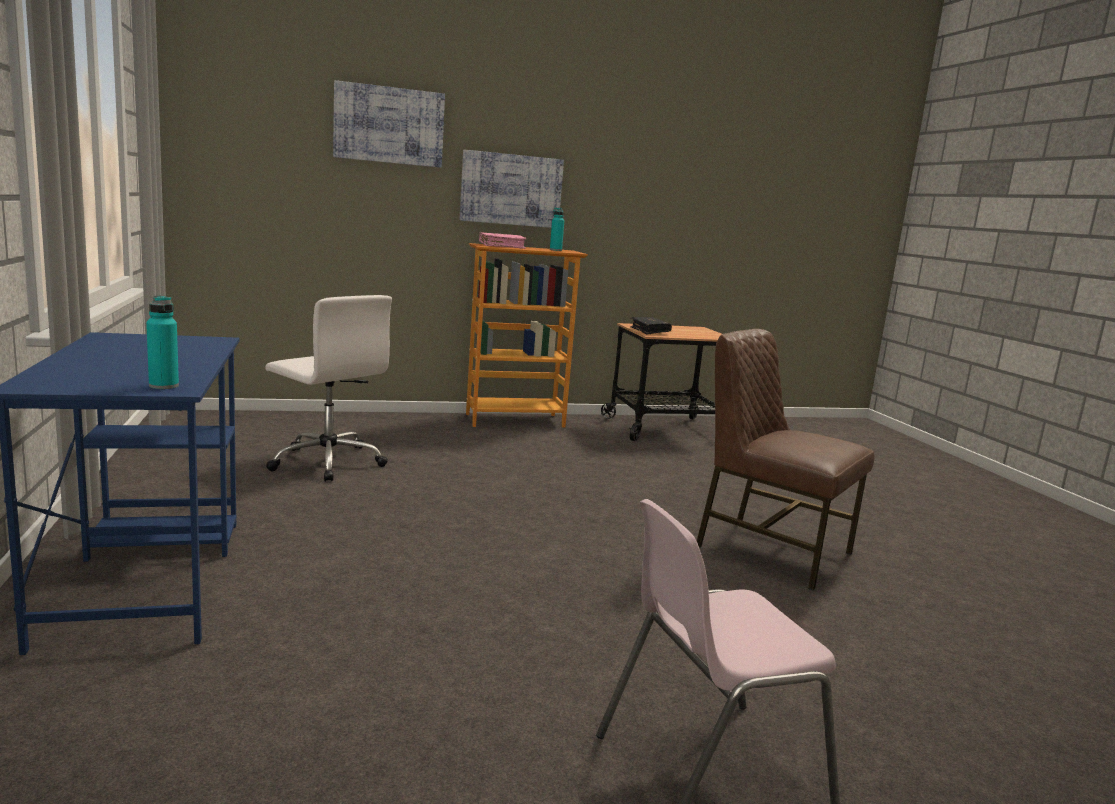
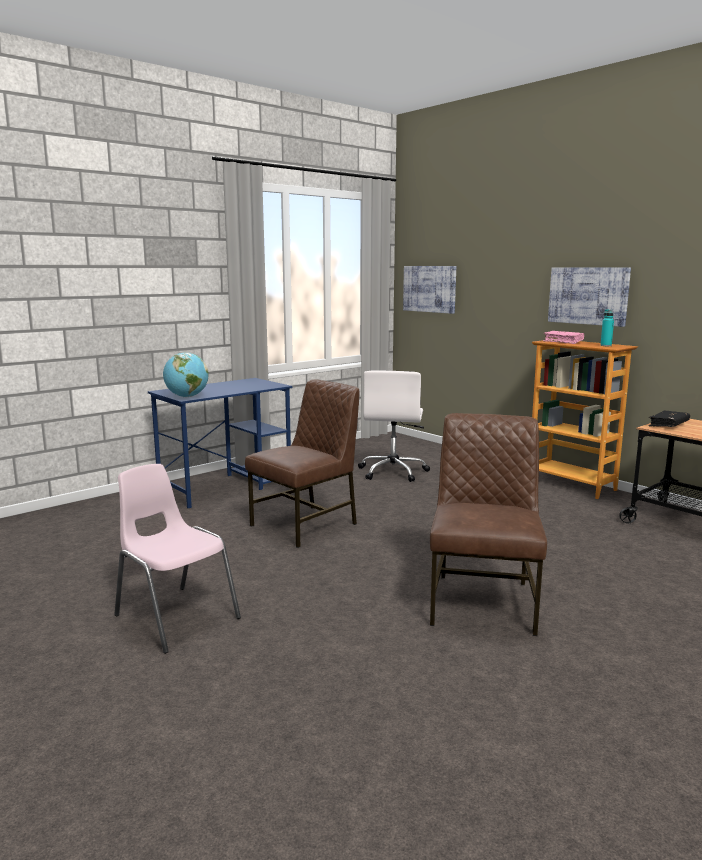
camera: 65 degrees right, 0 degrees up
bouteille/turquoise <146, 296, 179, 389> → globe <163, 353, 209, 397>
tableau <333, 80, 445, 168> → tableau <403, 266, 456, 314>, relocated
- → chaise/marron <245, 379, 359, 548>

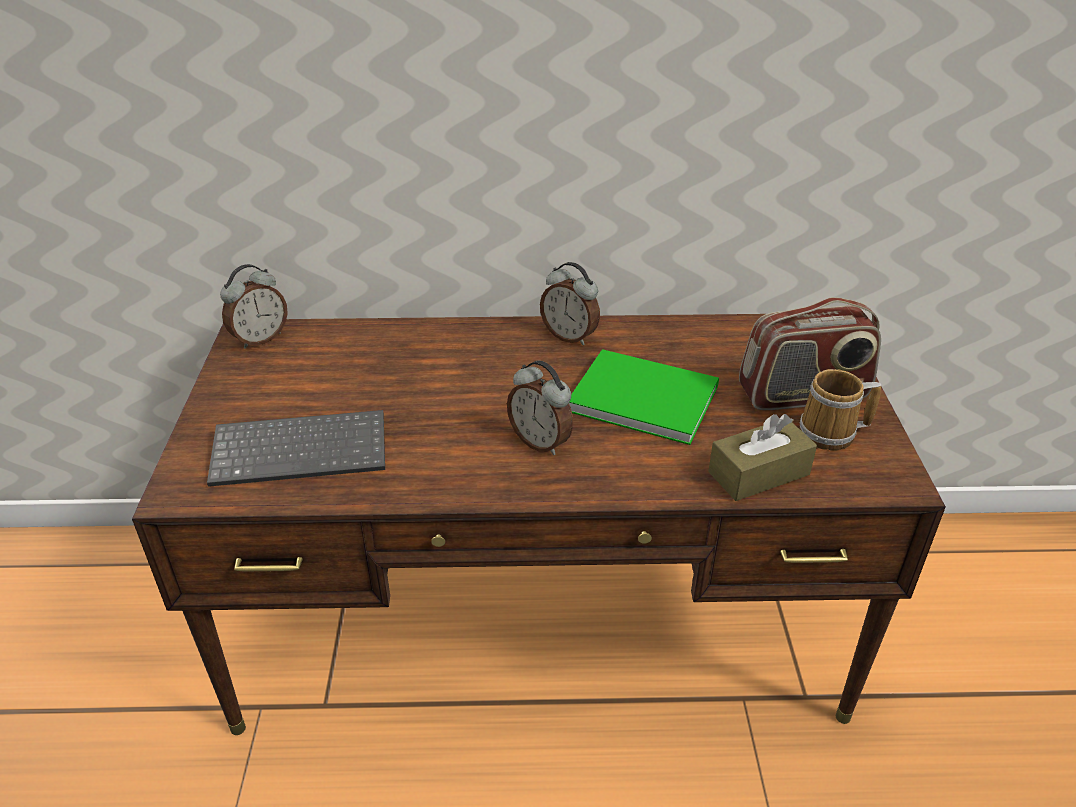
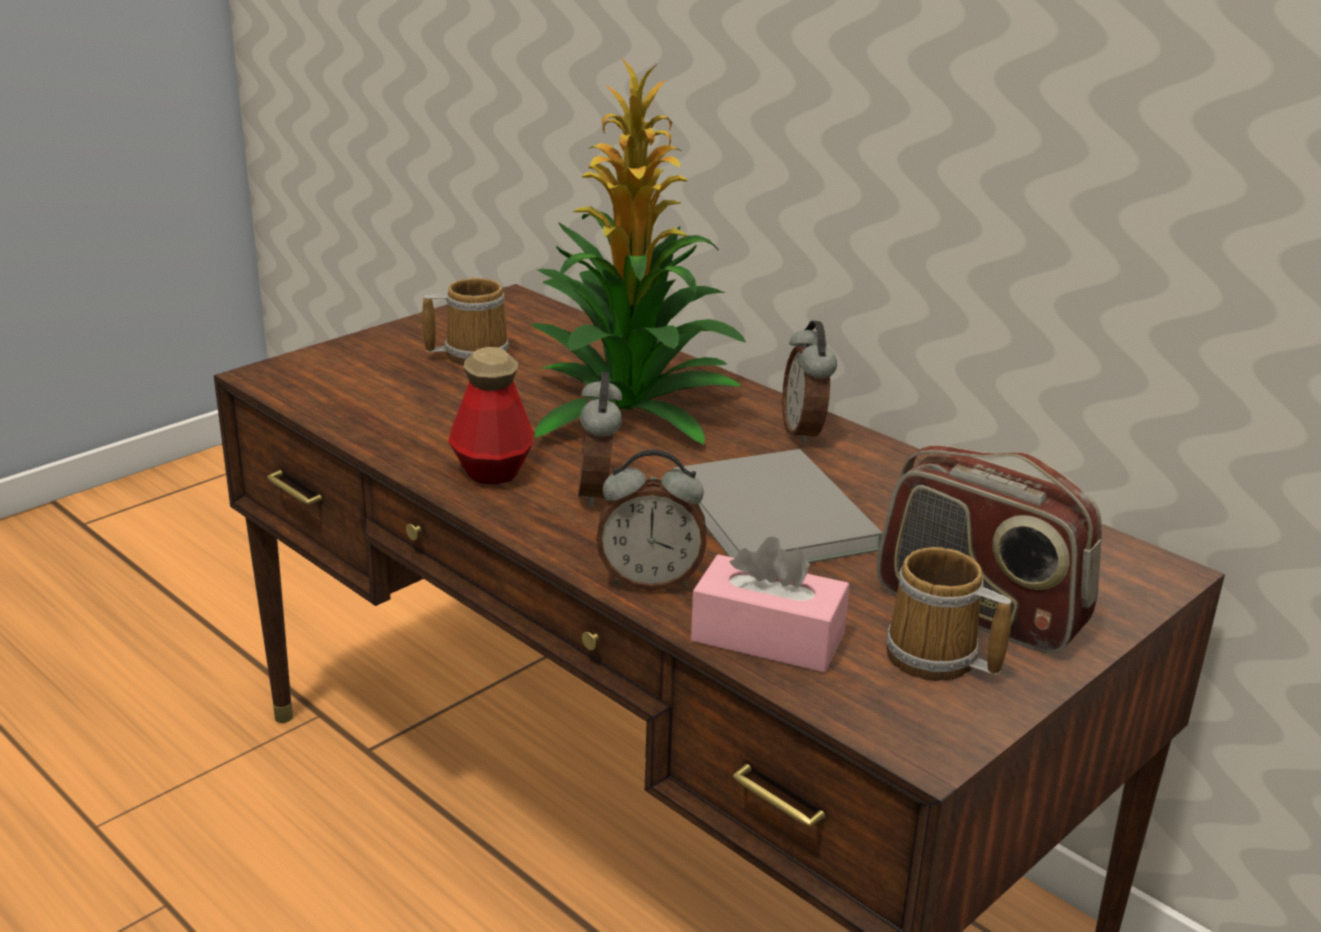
camera: 45 degrees right, 10 degrees down
clavier <207, 410, 385, 487> → -
réveil <220, 264, 288, 349> → réveil <596, 450, 706, 591>, relocated
livre/vert <569, 349, 719, 445> → livre/gris <673, 449, 882, 563>
boîte à mouchoirs/marron <708, 414, 817, 501> → boîte à mouchoirs/rose <691, 537, 849, 672>
- → mug <422, 278, 509, 366>
- → bouteille <448, 347, 534, 484>
- → plante en pot <531, 57, 746, 444>

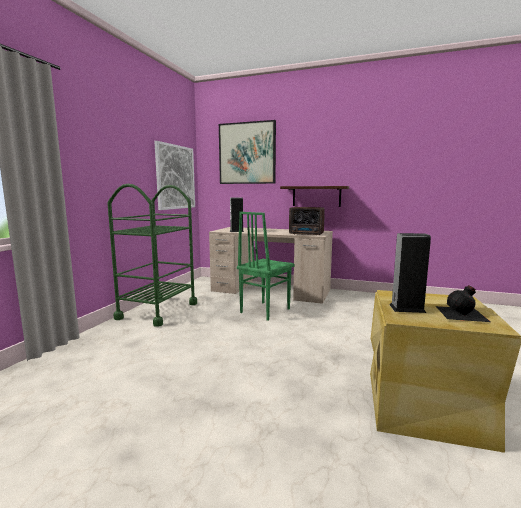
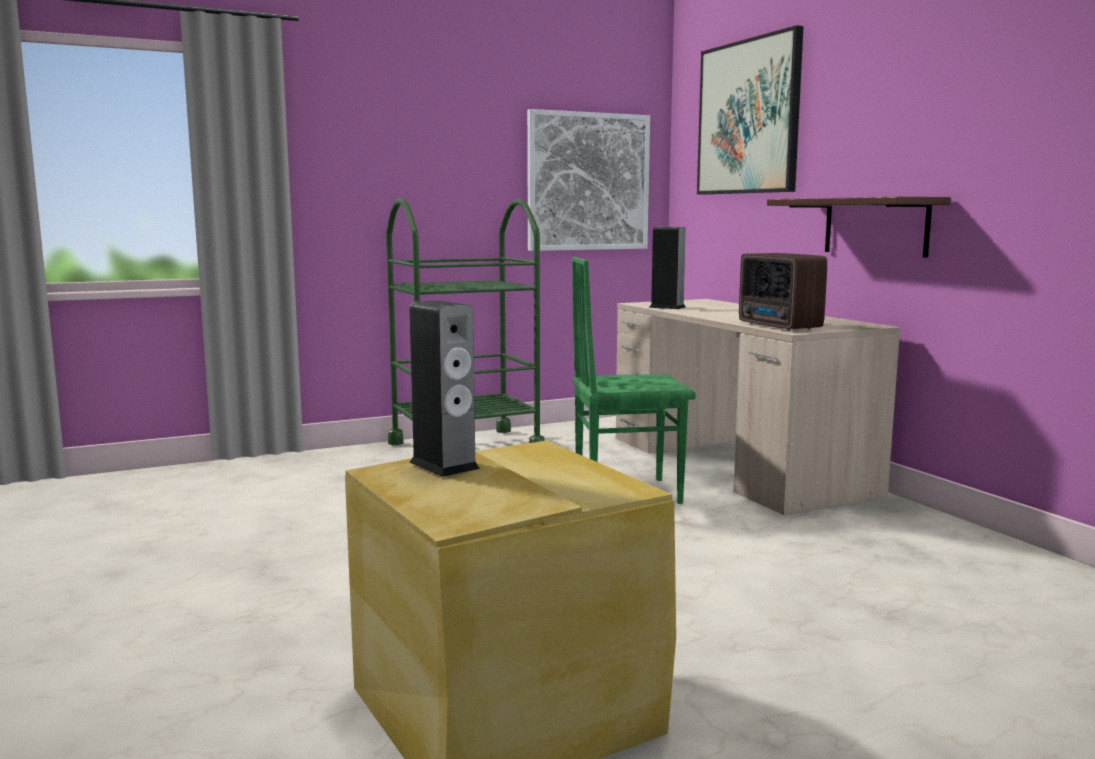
camera: 45 degrees right, 0 degrees up
bouteille/noir <436, 285, 491, 322> → -

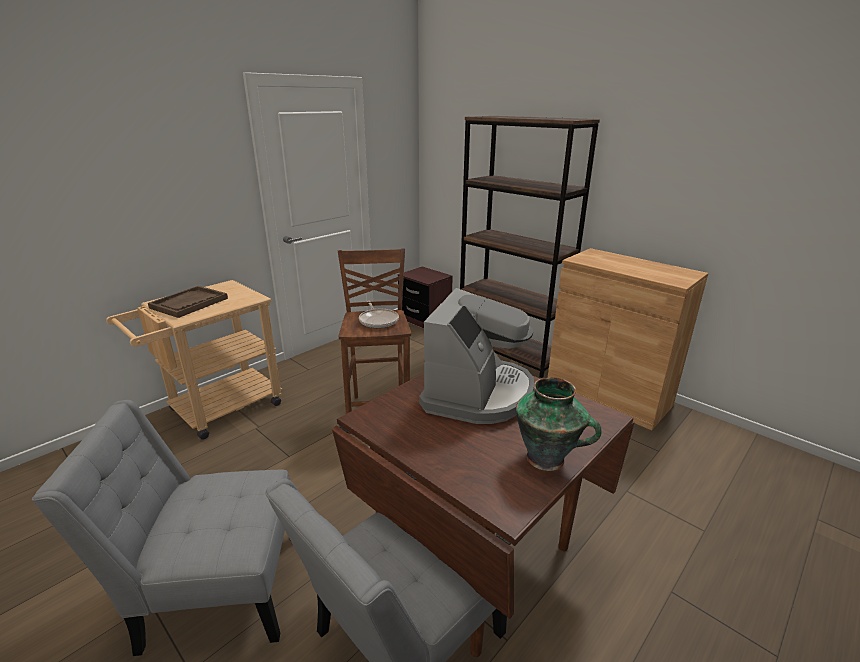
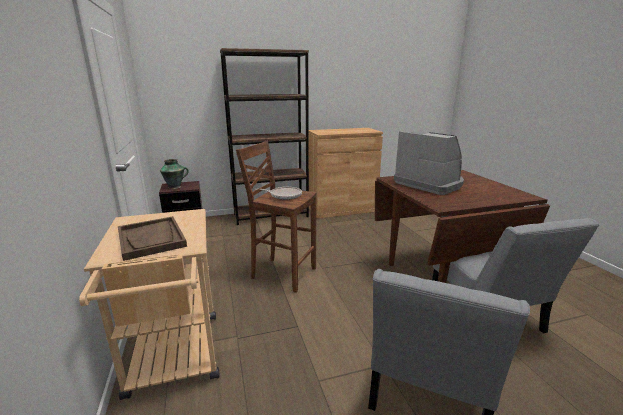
camera: 60 degrees left, 5 degrees down
vase <516, 377, 602, 471> → vase <160, 159, 189, 189>, relocated

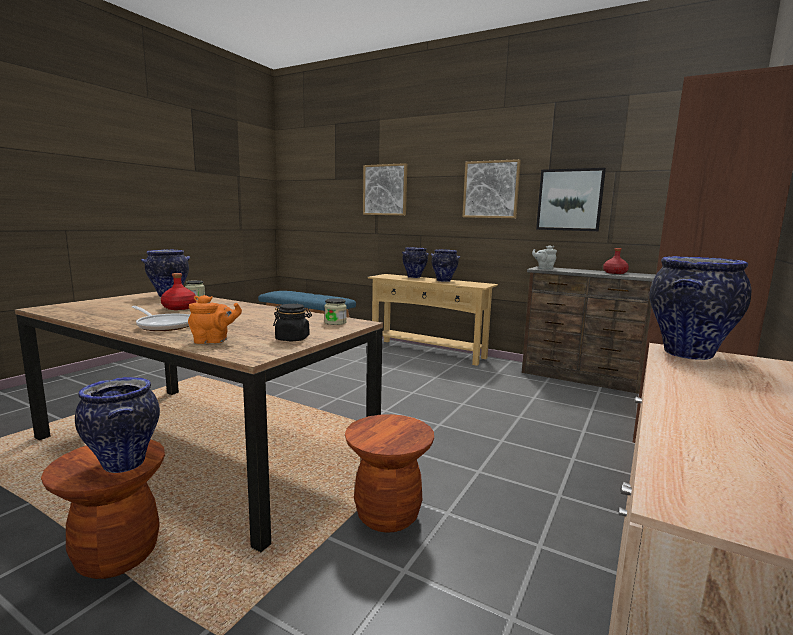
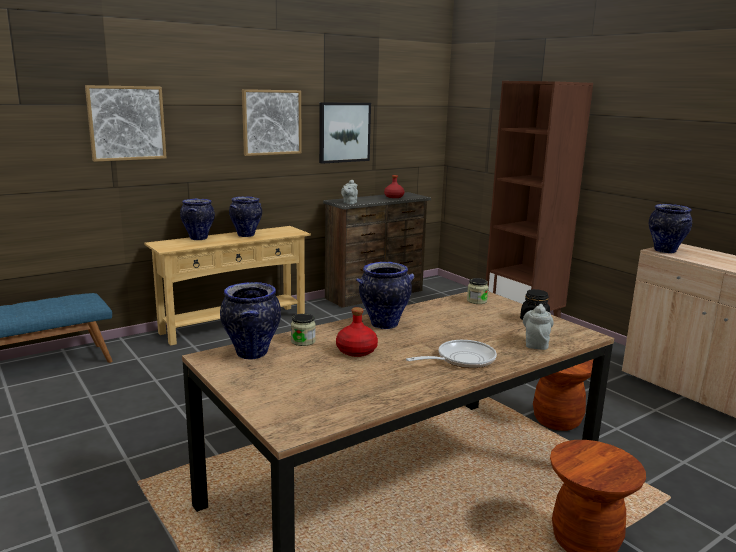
camera: 65 degrees left, 5 degrees up
vase <75, 377, 160, 473> → vase <356, 262, 414, 329>, relocated
théière/orange <188, 295, 242, 344> → théière/gris <523, 304, 554, 350>

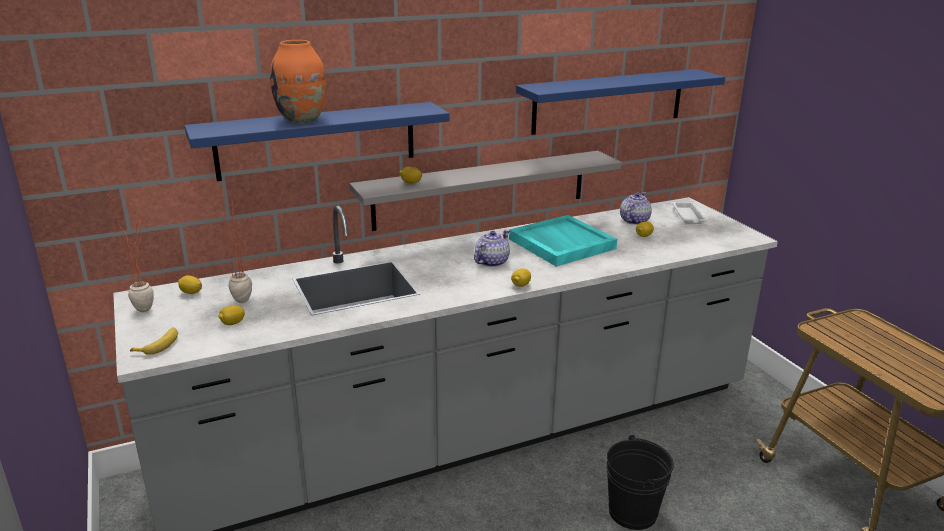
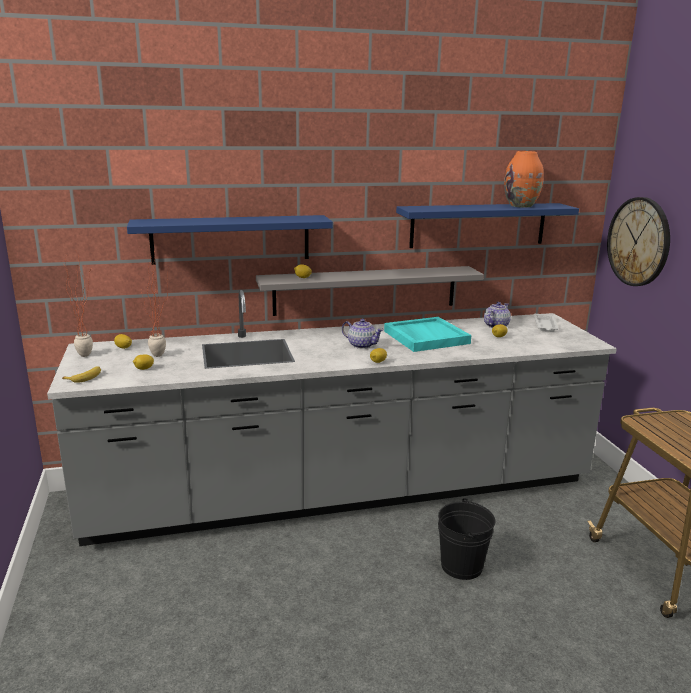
camera: 10 degrees right, 5 degrees down
vase/orange <270, 40, 327, 123> → vase/orange <504, 151, 544, 208>, relocated
théière <474, 230, 510, 267> → théière <342, 319, 383, 349>, 75 degrees clockwise
- → horloge murale <607, 197, 670, 286>

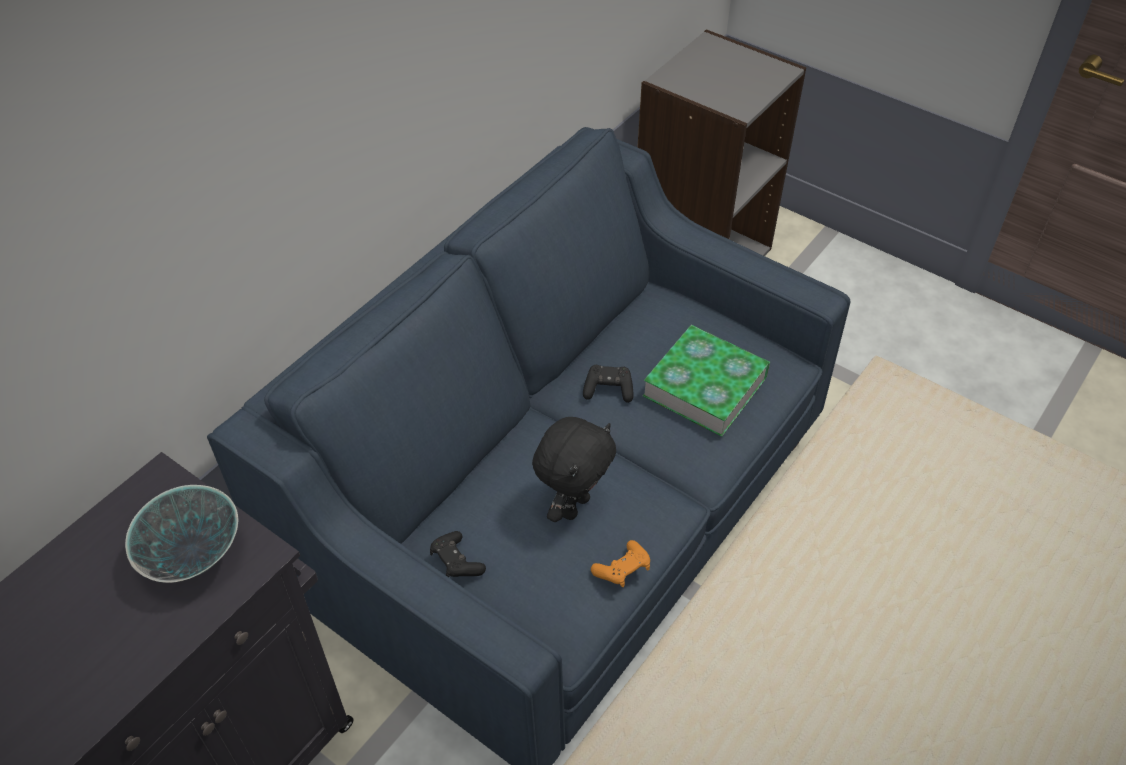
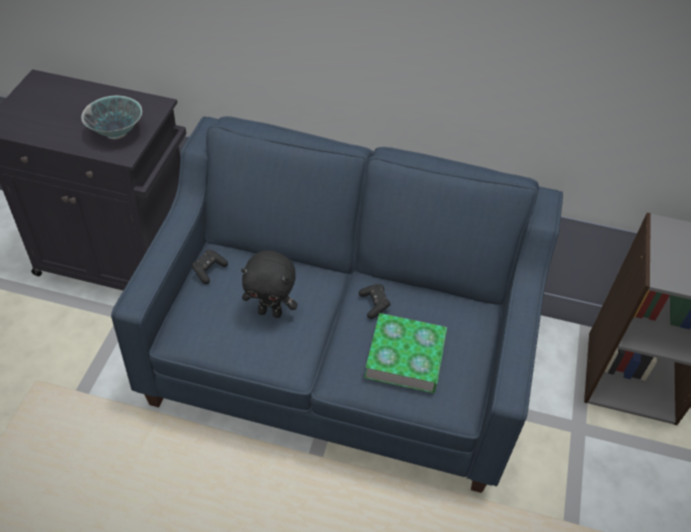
camera: 65 degrees right, 0 degrees up
manette/orange <591, 540, 650, 587> → -

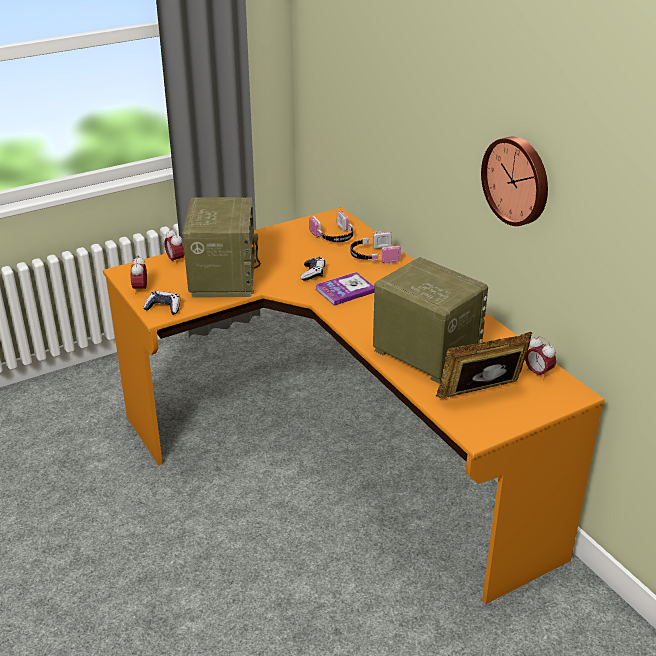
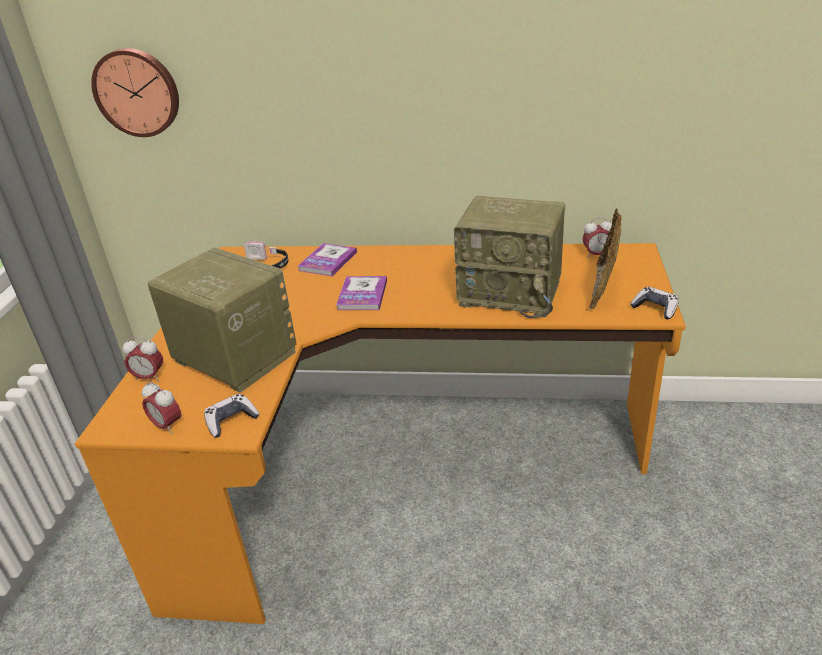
camera: 50 degrees left, 0 degrees up
manette <300, 257, 325, 281> → manette <630, 287, 679, 319>, relocated
casque audio <350, 231, 401, 264> → livre <298, 243, 357, 276>
radio <373, 257, 488, 384> → radio <454, 196, 565, 318>, 150 degrees counterclockwise
horloge murale <481, 137, 548, 226> → horloge murale <91, 48, 179, 137>, relocated

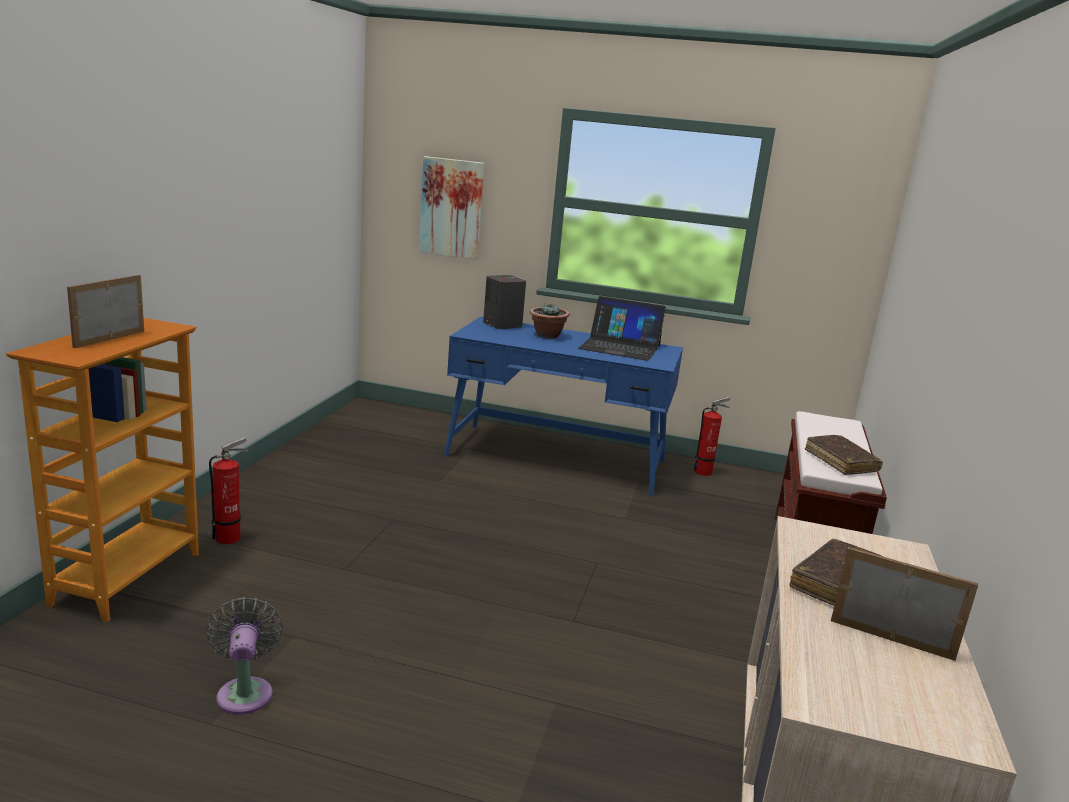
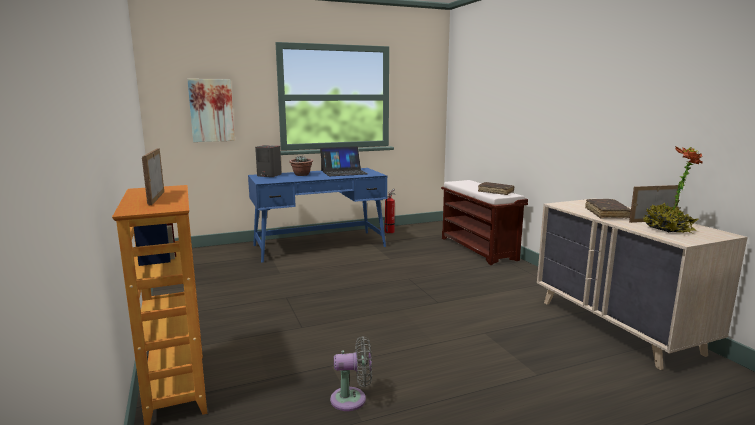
camera: 35 degrees left, 5 degrees down
ventilateur/gris <207, 597, 283, 715> → ventilateur/gris <330, 336, 372, 411>, 135 degrees clockwise
extincteur <209, 437, 248, 544> → -
- → plante en pot <643, 146, 703, 233>

